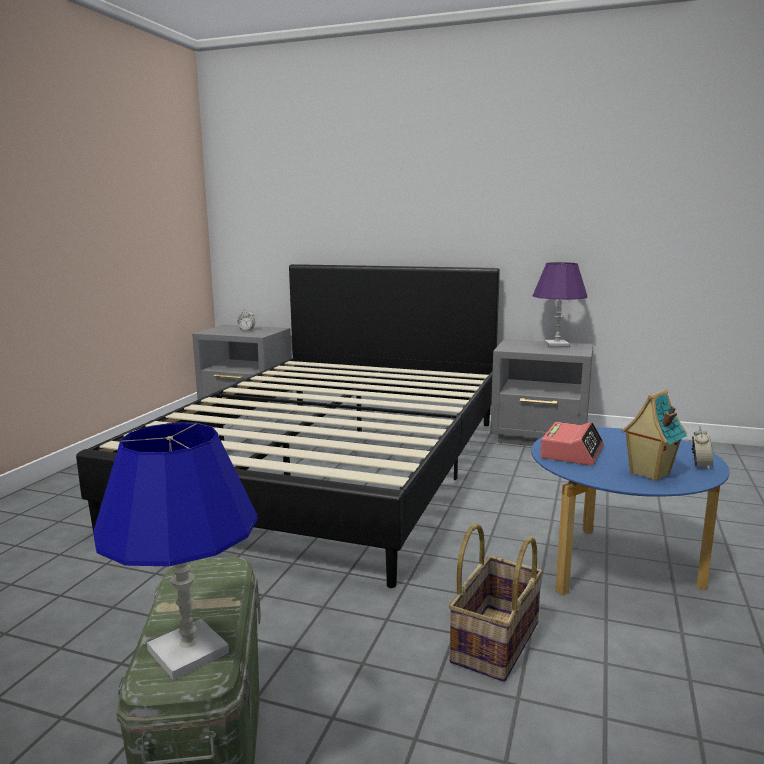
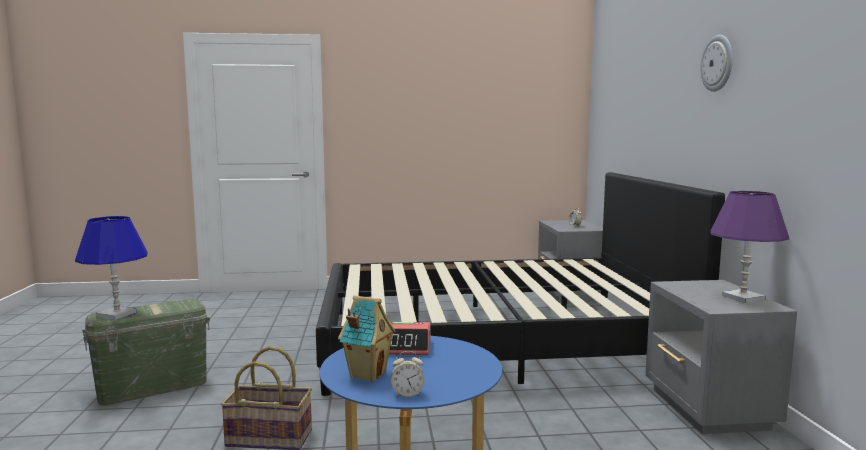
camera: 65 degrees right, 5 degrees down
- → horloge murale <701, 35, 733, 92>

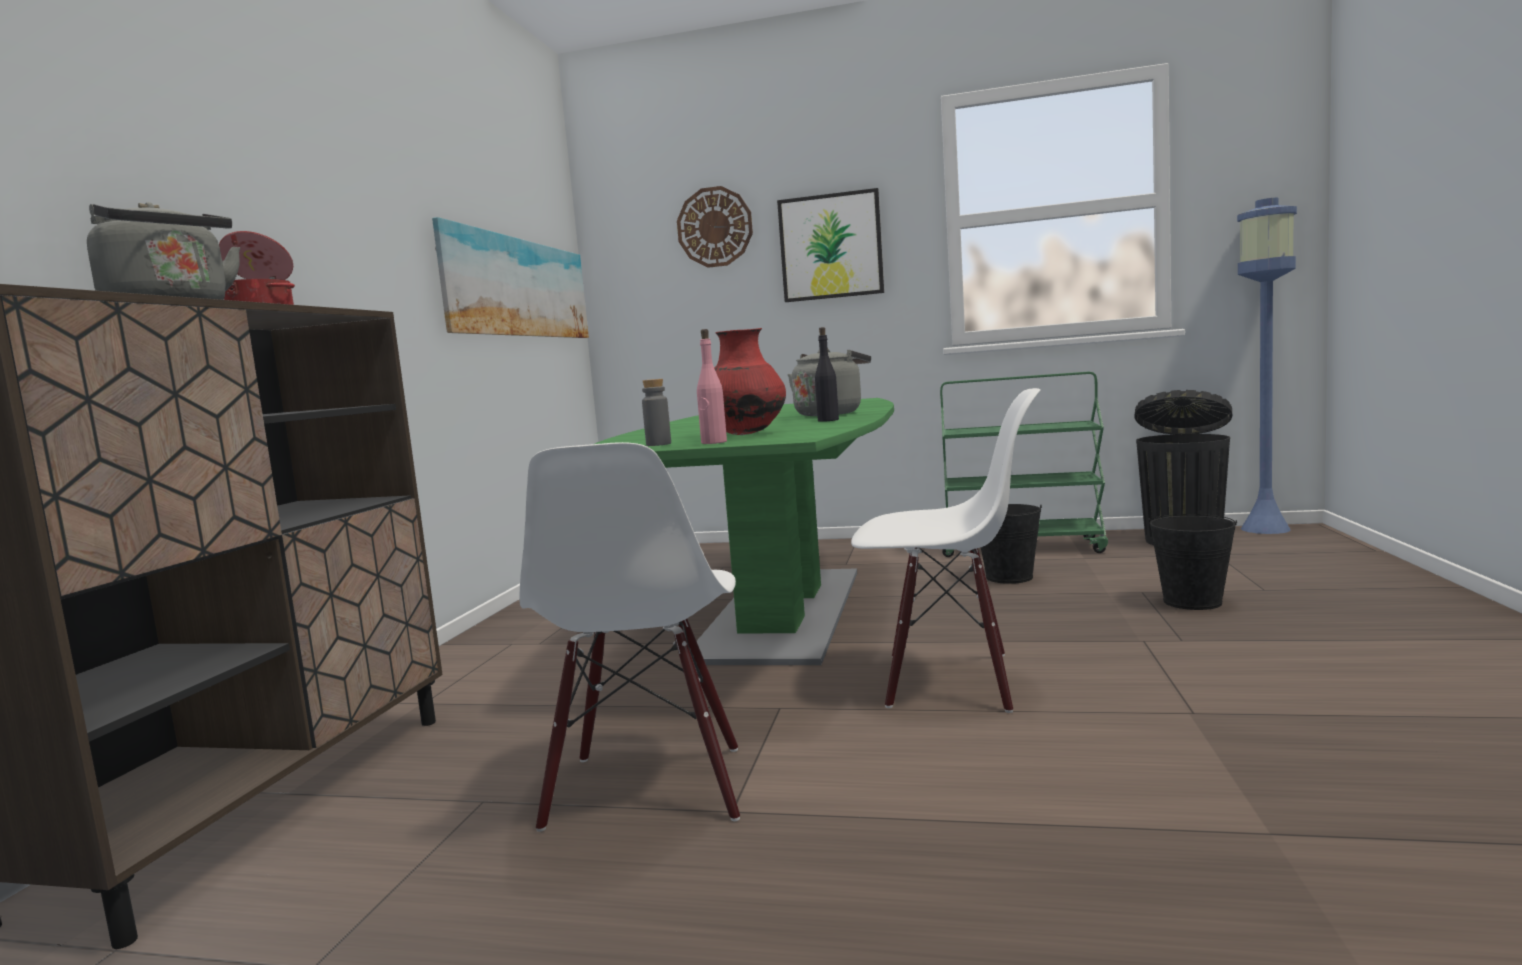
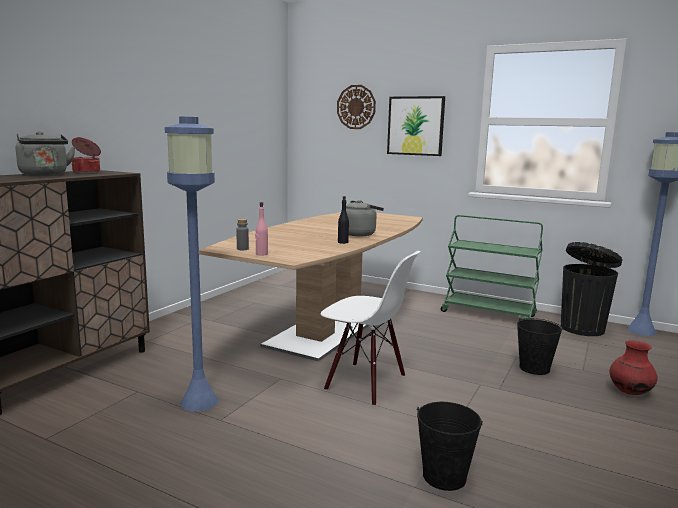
camera: 15 degrees right, 5 degrees up
tableau <432, 217, 589, 338> → -
chaise/blanc <519, 442, 740, 832> → lampadaire/bleu <164, 117, 219, 411>
table à manger/vert <595, 398, 894, 665> → table à manger/marron <199, 212, 423, 362>
vase/rouge <714, 328, 786, 435> → vase/rouge <609, 340, 658, 395>, relocated
seau/noir <981, 504, 1042, 584> → seau/noir <417, 402, 483, 491>, relocated

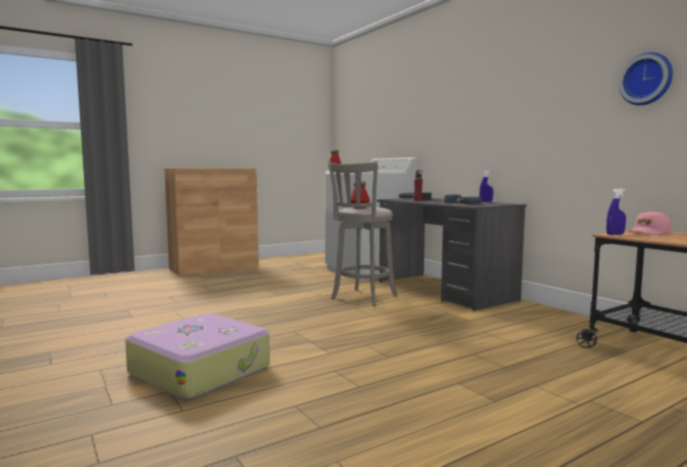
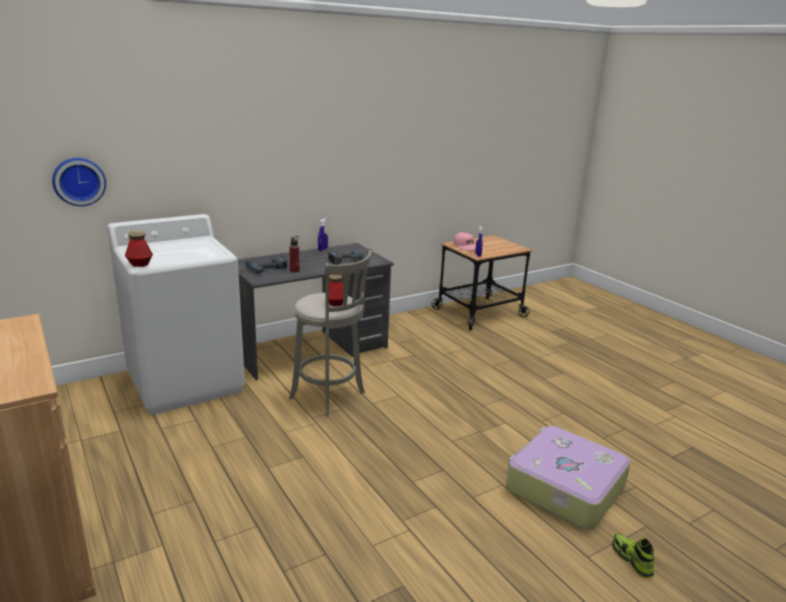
camera: 90 degrees left, 15 degrees up
horloge murale <619, 52, 673, 105> → horloge murale <52, 158, 106, 206>, relocated
- → chaussure <612, 533, 654, 578>

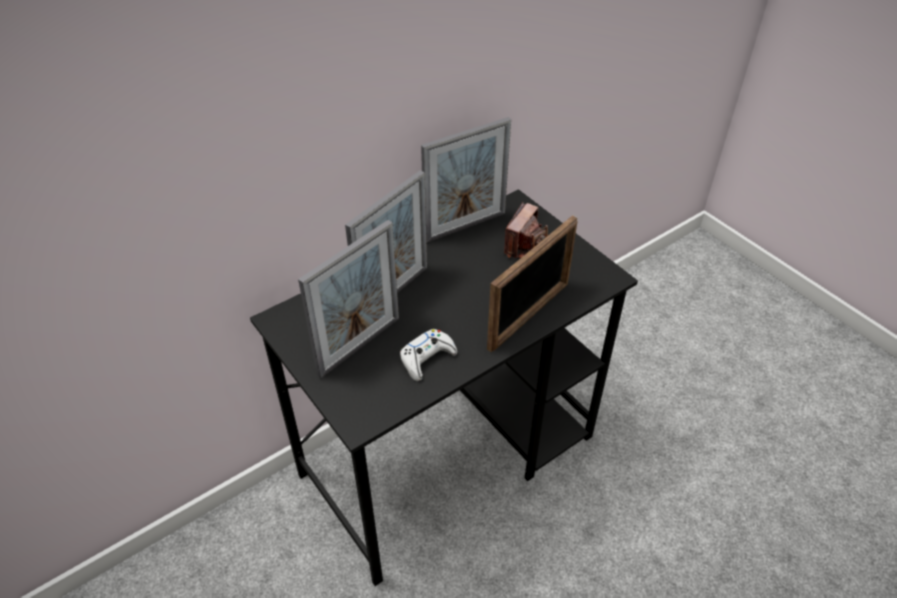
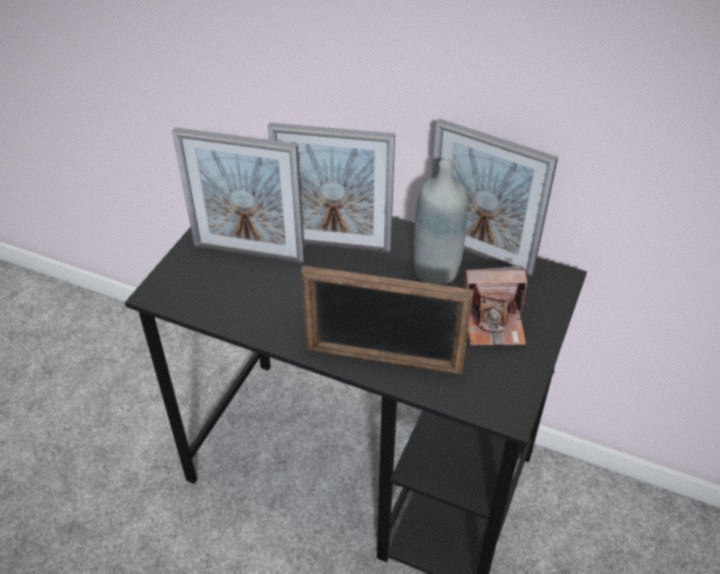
camera: 60 degrees right, 0 degrees up
manette/blanc <400, 329, 457, 381> → -
- → bouteille/gris <413, 159, 468, 285>

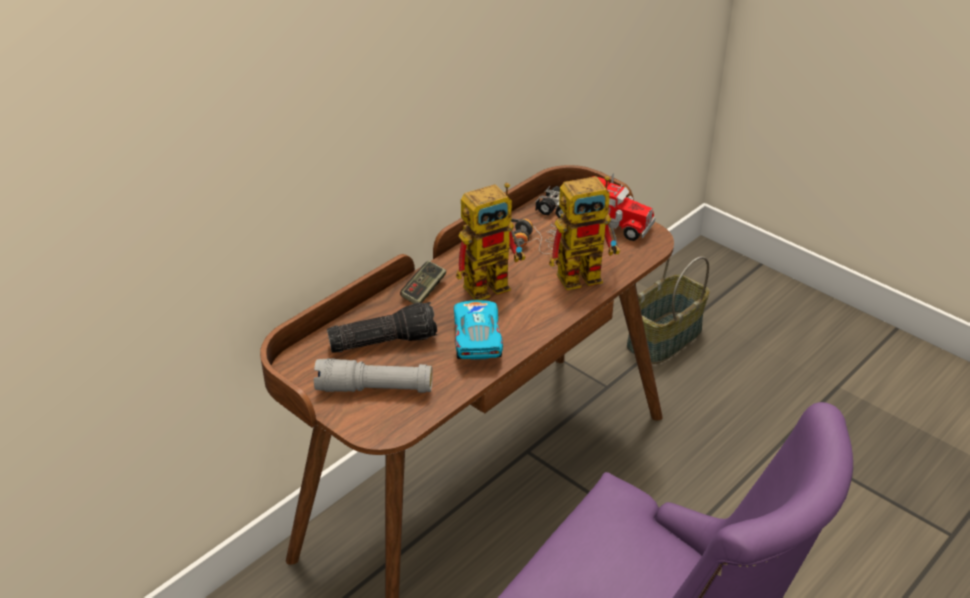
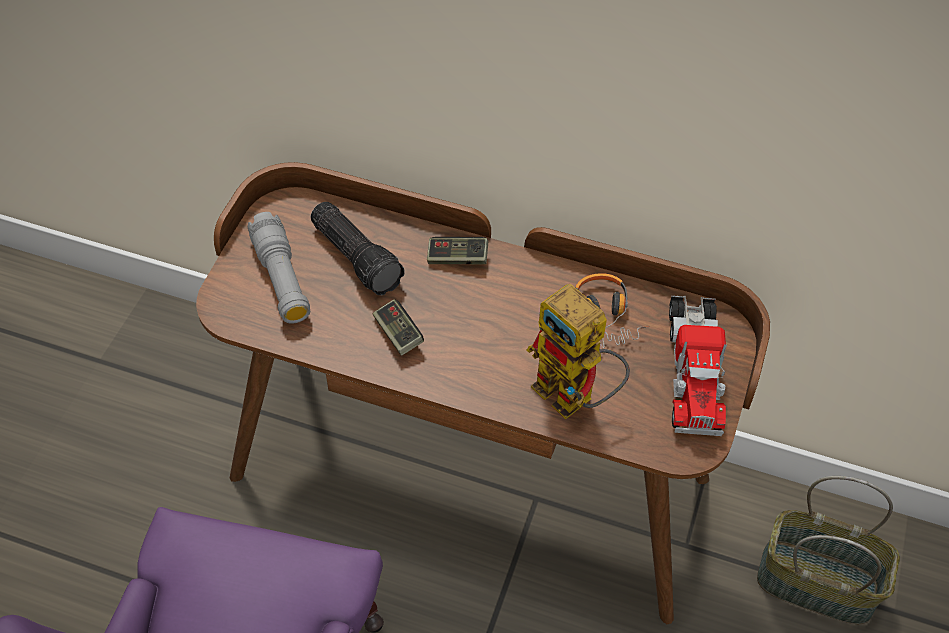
camera: 65 degrees right, 15 degrees up
petite voiture <454, 300, 503, 360> → manette <373, 299, 424, 356>
robot jouet <456, 183, 526, 300> → -

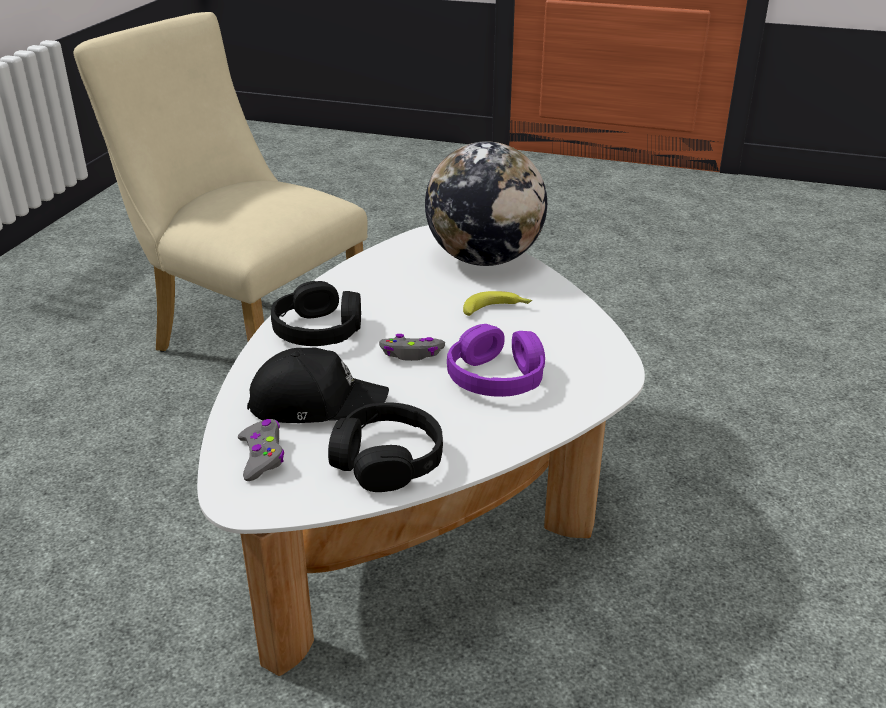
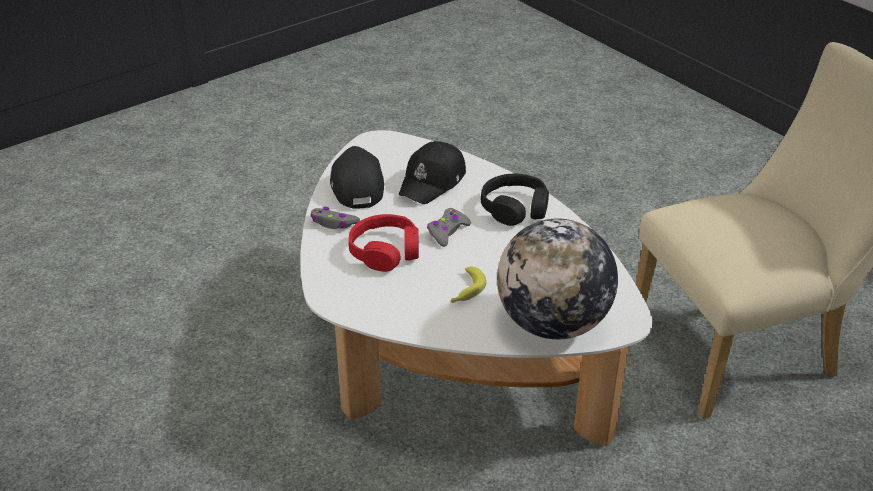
camera: 125 degrees right, 5 degrees up
manette/gris <238, 419, 284, 481> → manette/gris <310, 207, 360, 229>, relocated
casque audio/noir <328, 403, 443, 492> → casquette/noir <330, 146, 384, 209>
casque audio/violet <447, 324, 545, 397> → casque audio/rouge <348, 214, 419, 272>

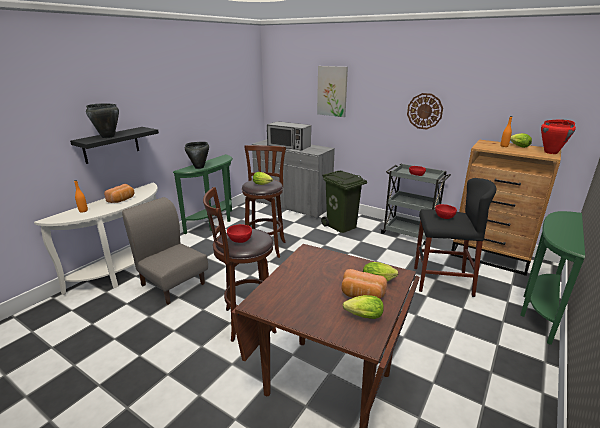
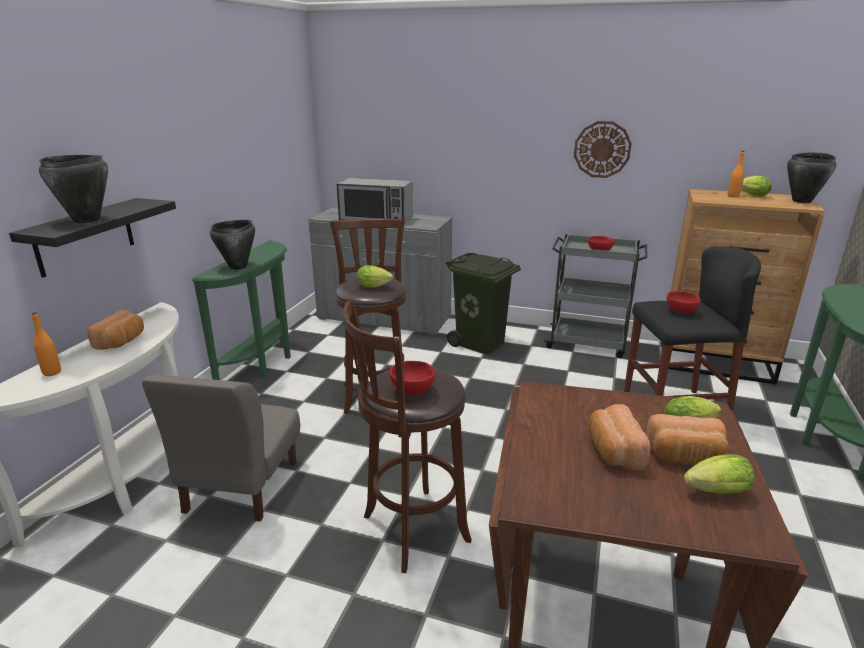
camera: 15 degrees left, 0 degrees up
chaise/gris <122, 197, 208, 304> → chaise/gris <142, 374, 300, 522>, 105 degrees counterclockwise
tableau <317, 66, 348, 117> → -
marmite/rouge <541, 120, 576, 154> → marmite/noir <787, 152, 836, 203>
- → pain <588, 404, 650, 470>

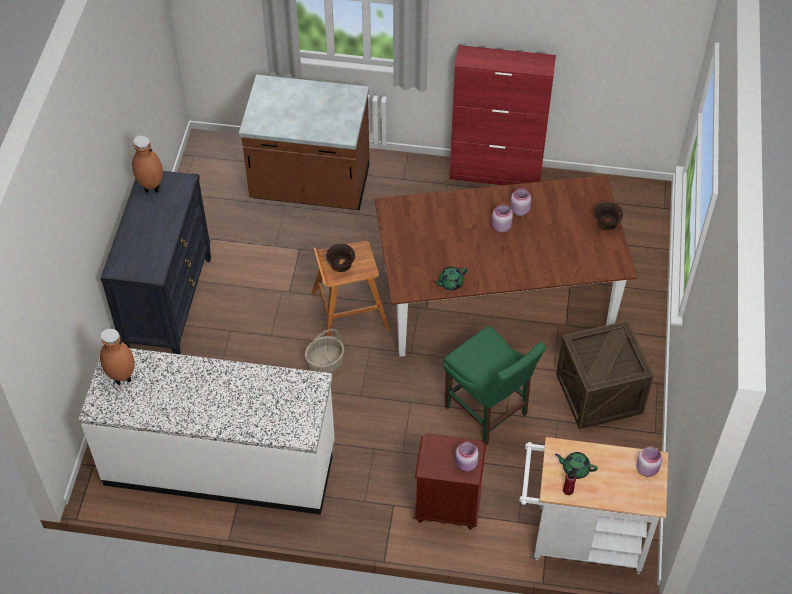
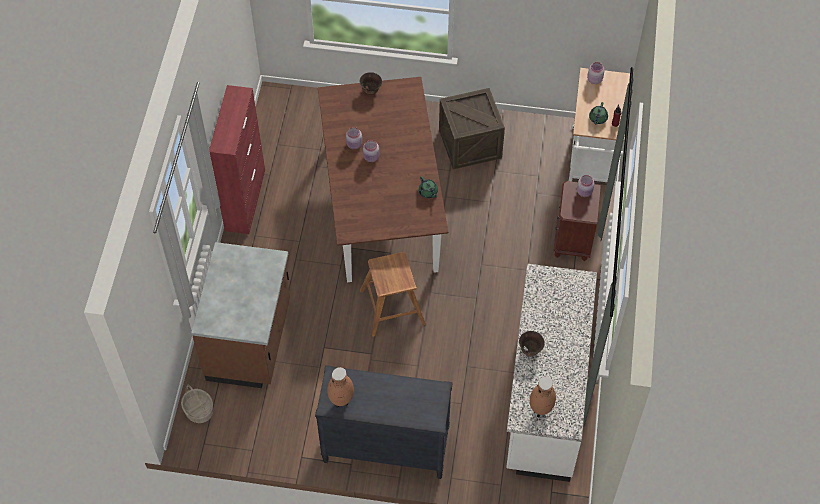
camera: 90 degrees left, 5 degrees up
panier <305, 329, 344, 373> → panier <181, 385, 214, 423>, relocated
bol/marron <326, 244, 355, 272> → bol/marron <519, 331, 545, 356>, relocated
chaise/vert <443, 326, 546, 445> → -

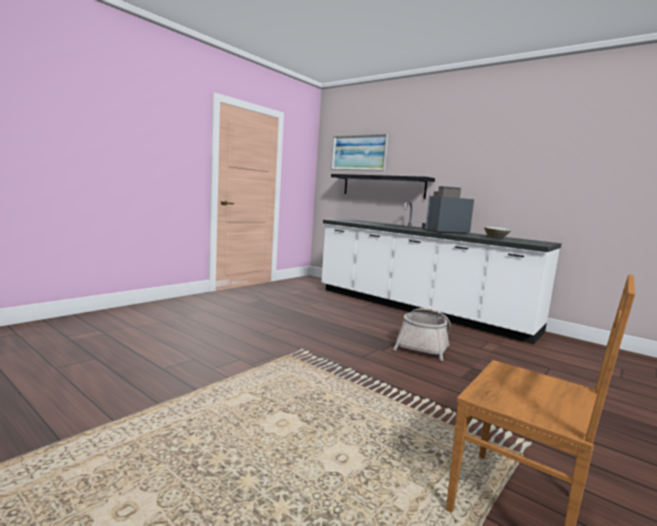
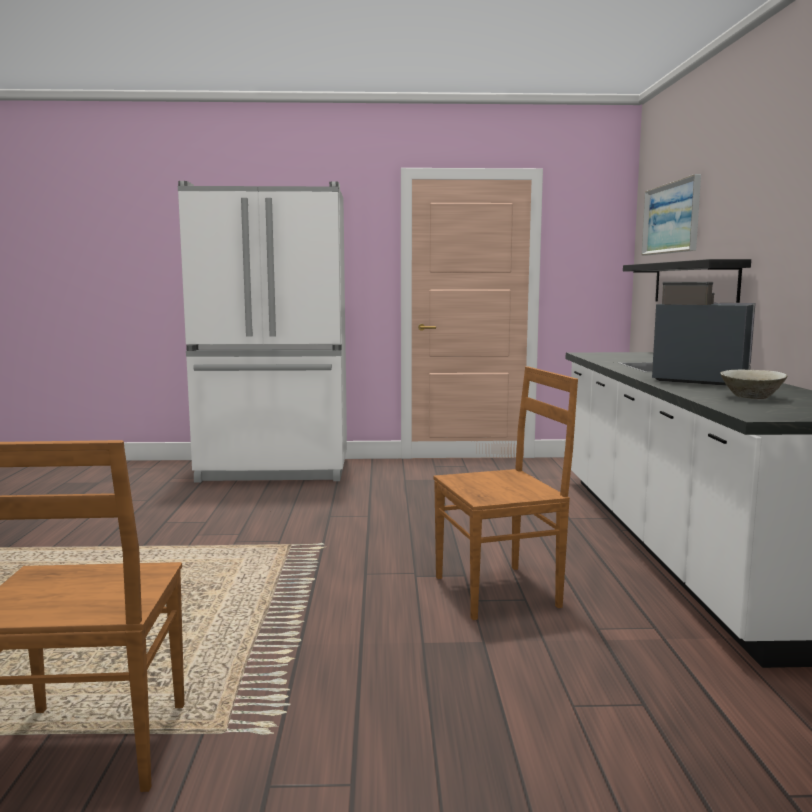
camera: 50 degrees right, 0 degrees up
panier <393, 308, 451, 361> → chaise/marron <433, 366, 578, 620>
- → réfrigérateur/blanc <178, 181, 347, 482>

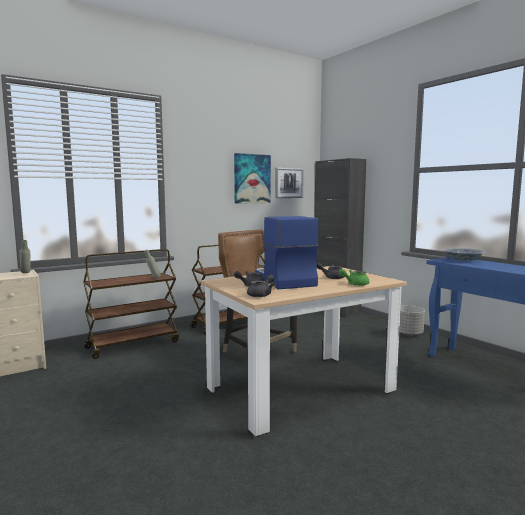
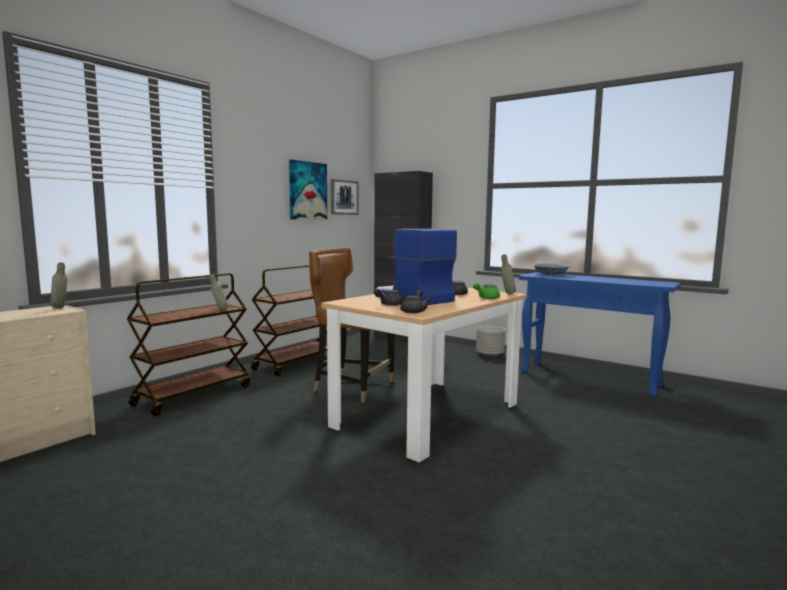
camera: 20 degrees left, 0 degrees up
- → bouteille/gris <501, 254, 516, 294>

